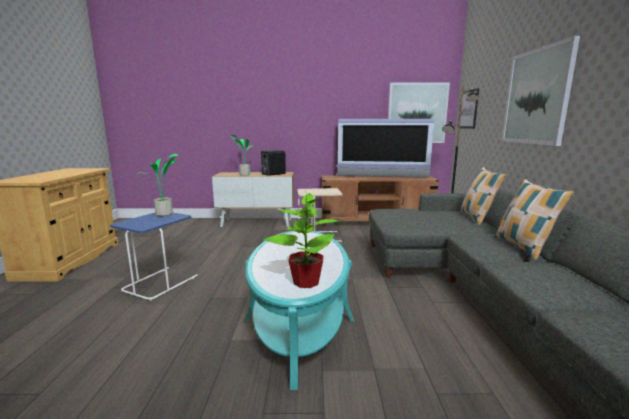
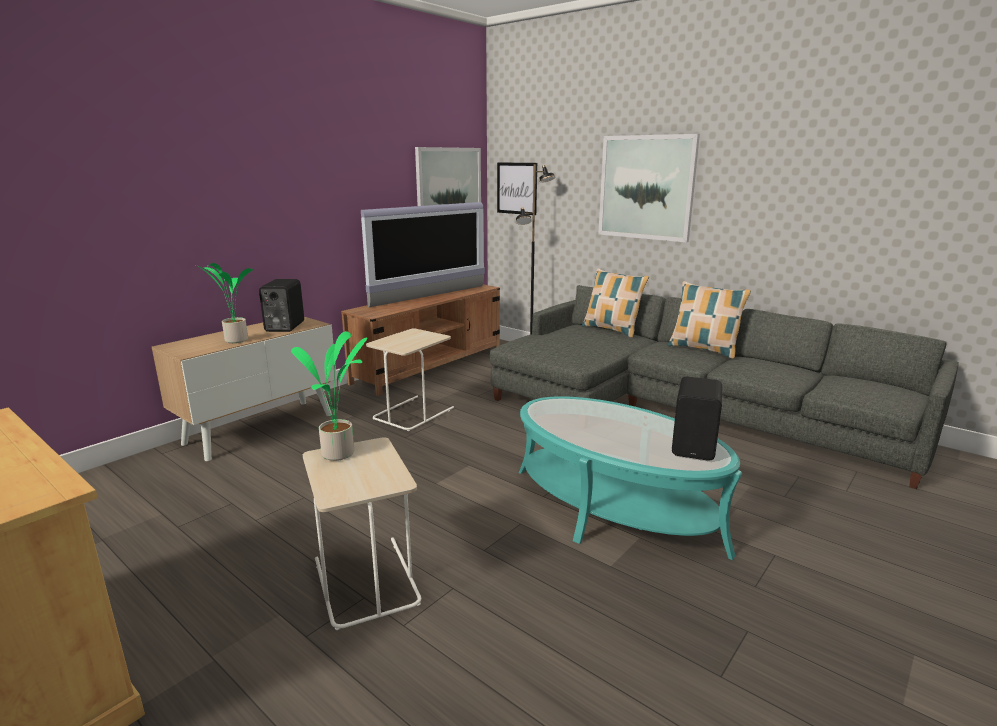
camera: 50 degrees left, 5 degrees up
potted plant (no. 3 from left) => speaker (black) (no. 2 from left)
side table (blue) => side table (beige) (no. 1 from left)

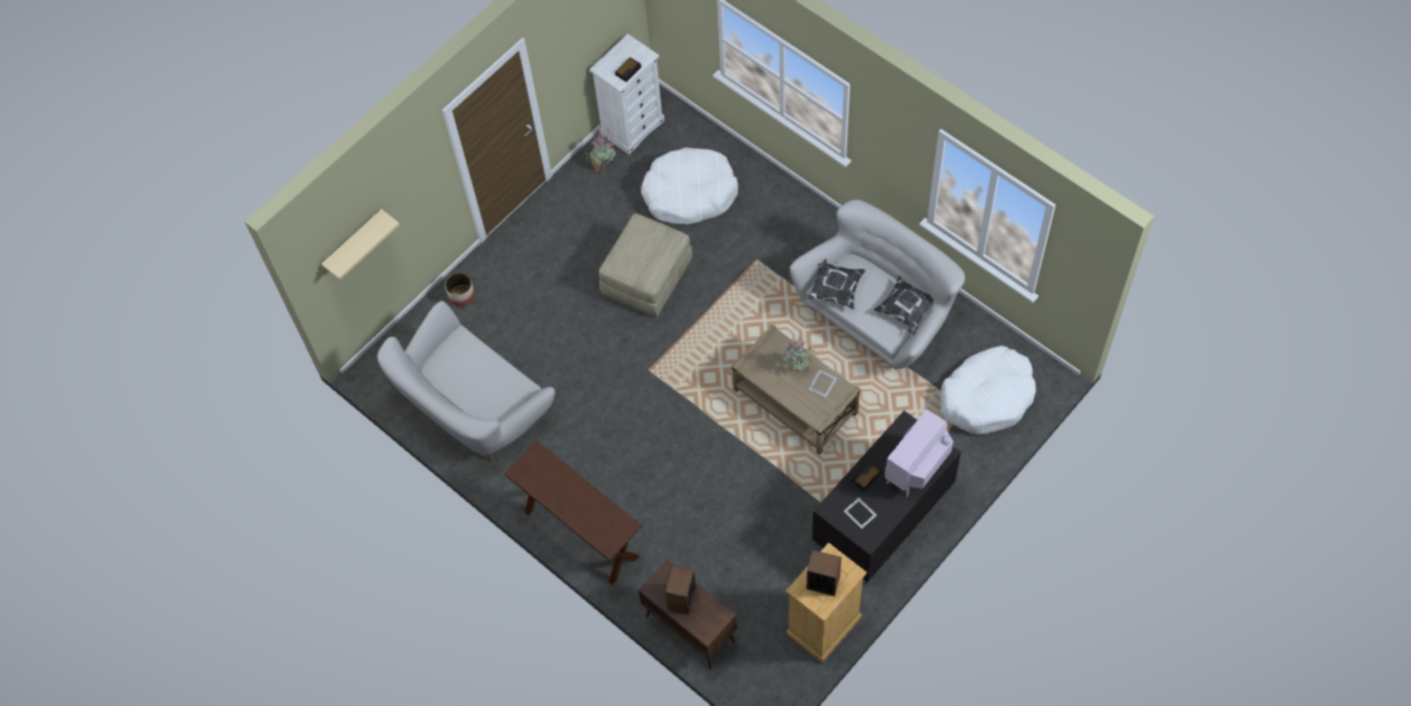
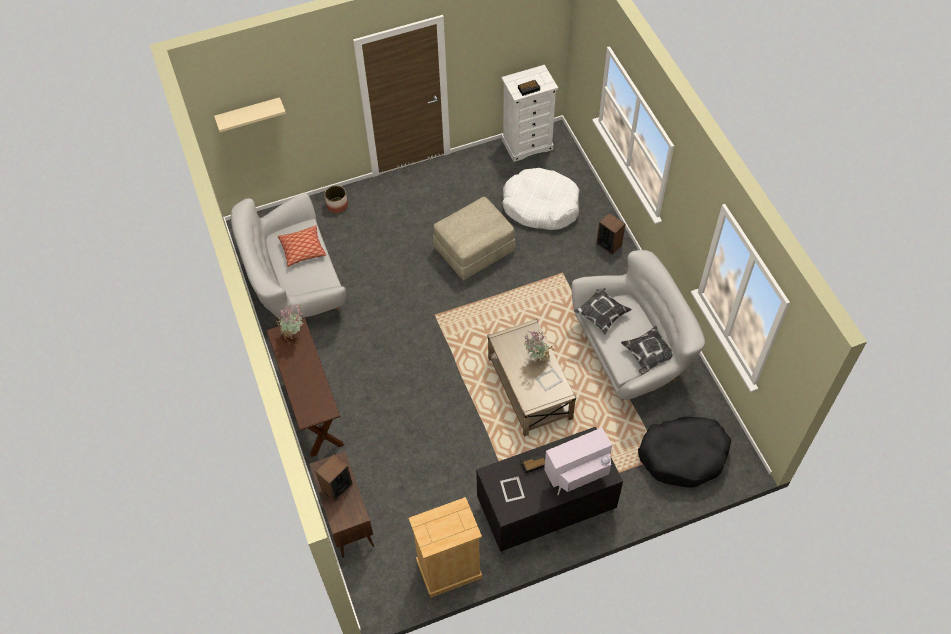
camera: 25 degrees right, 5 degrees down
potted plant (no. 1 from left), relocated
dog bed (white) (no. 2 from left) => dog bed (black)
speaker (no. 2 from left), relocated
nothing => pillow (no. 1 from left)

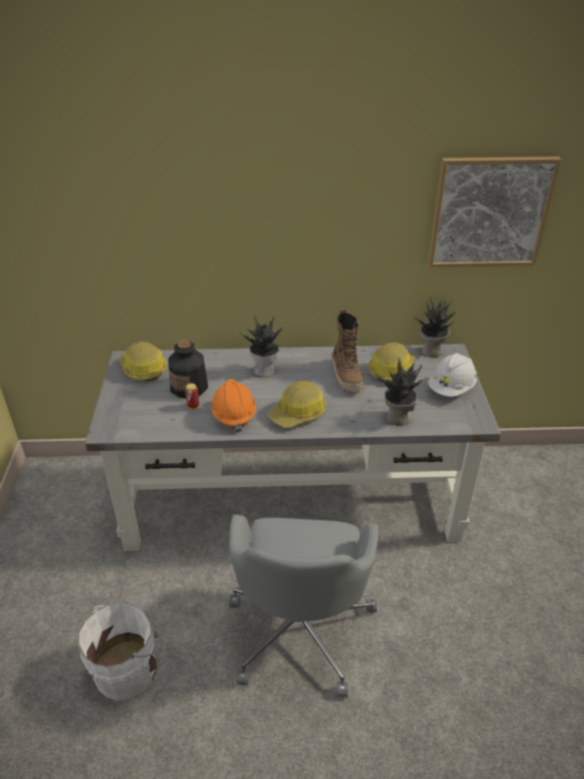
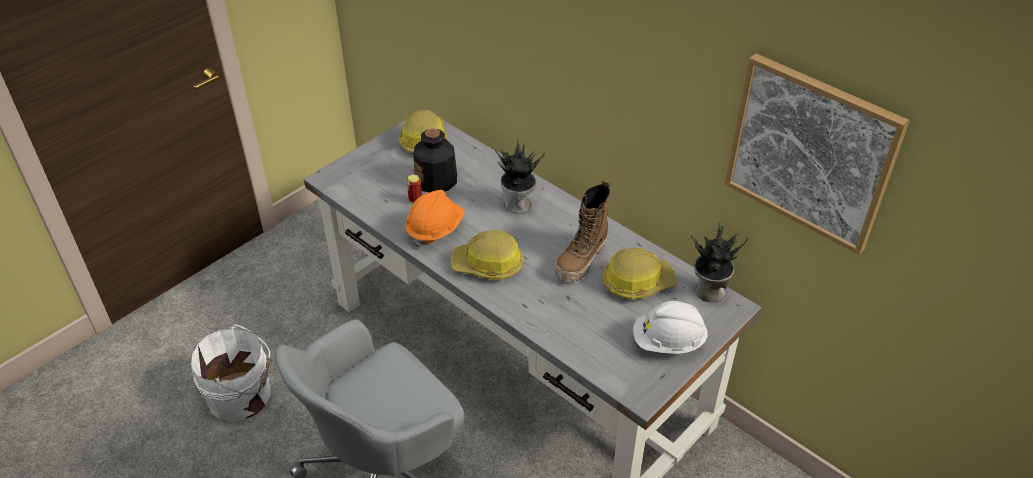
camera: 45 degrees right, 5 degrees up
potted plant (no. 2 from left) => nothing

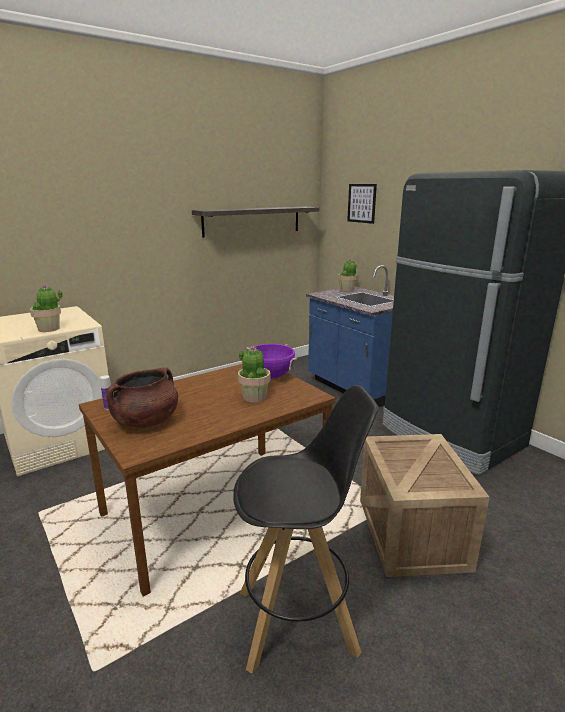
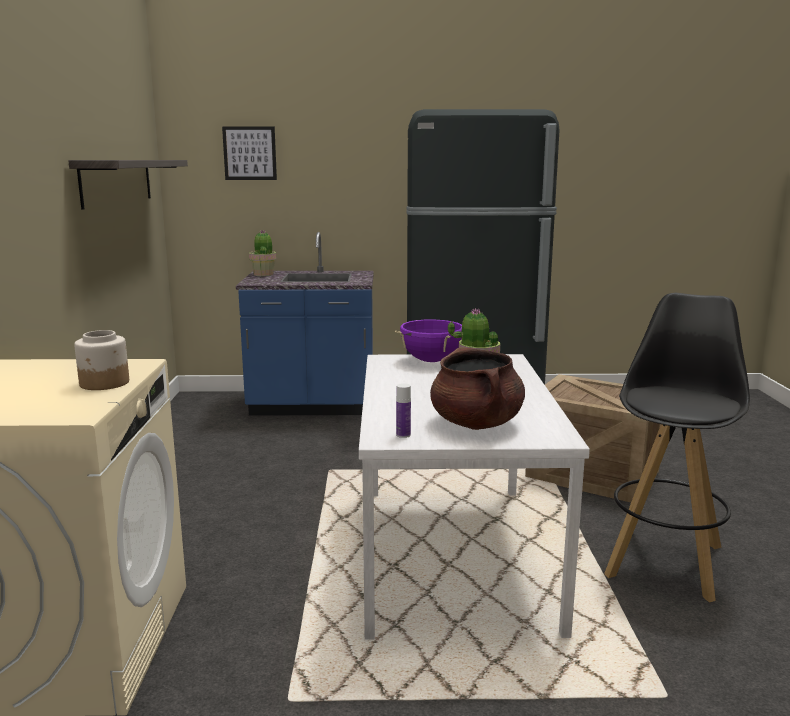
camera: 55 degrees left, 5 degrees down
potted plant (no. 1 from left) => jar
dining table (brown) => dining table (white)

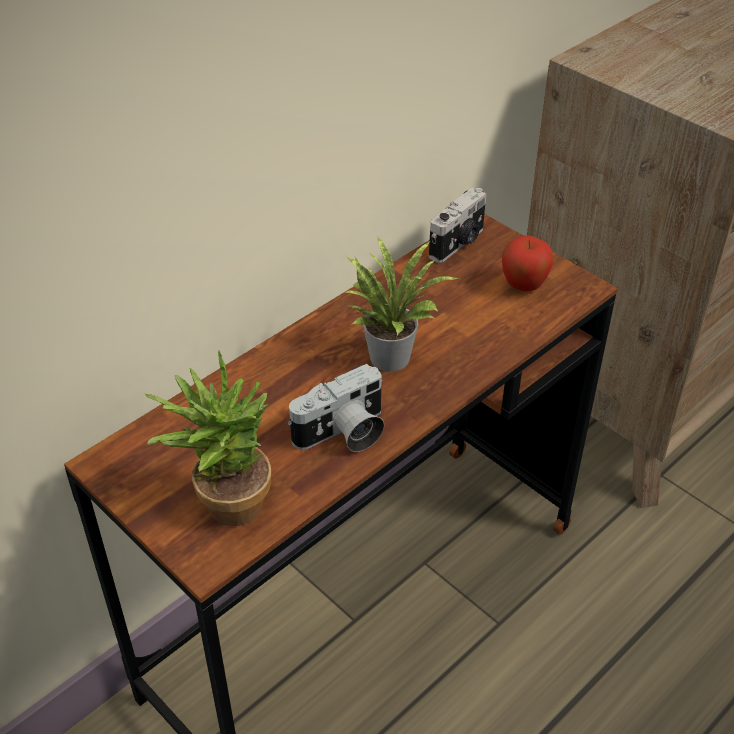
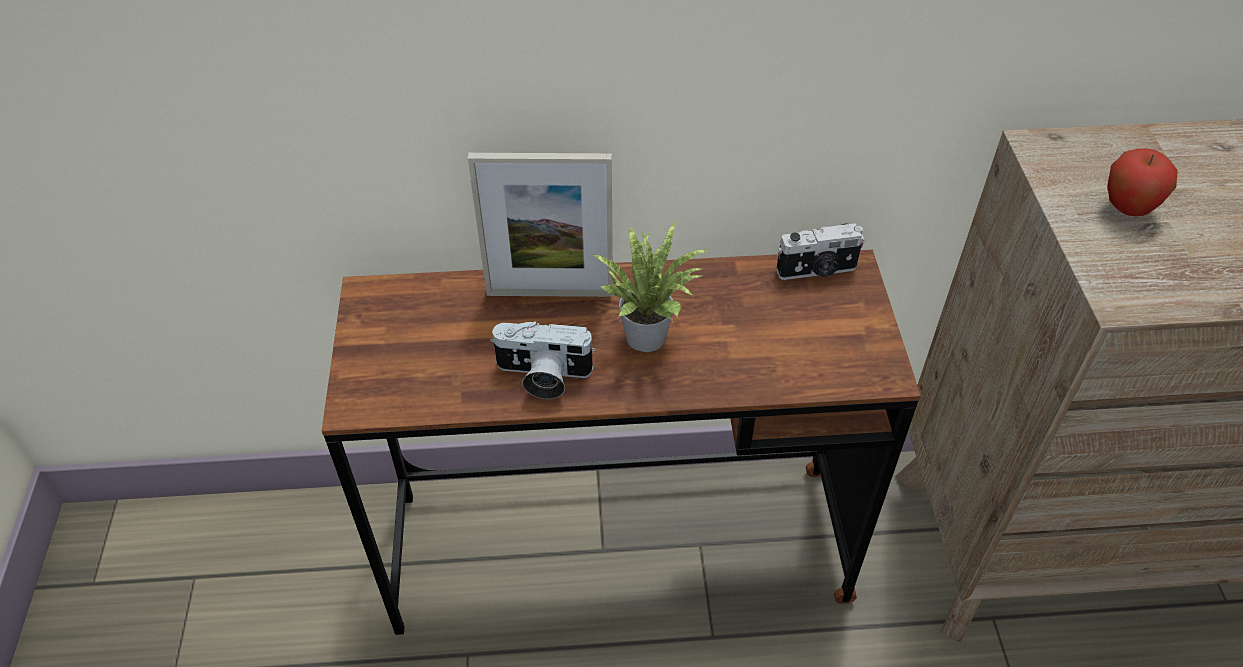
camera: 40 degrees right, 5 degrees up
apple, relocated
potted plant (no. 1 from left) => nothing
nothing => picture frame

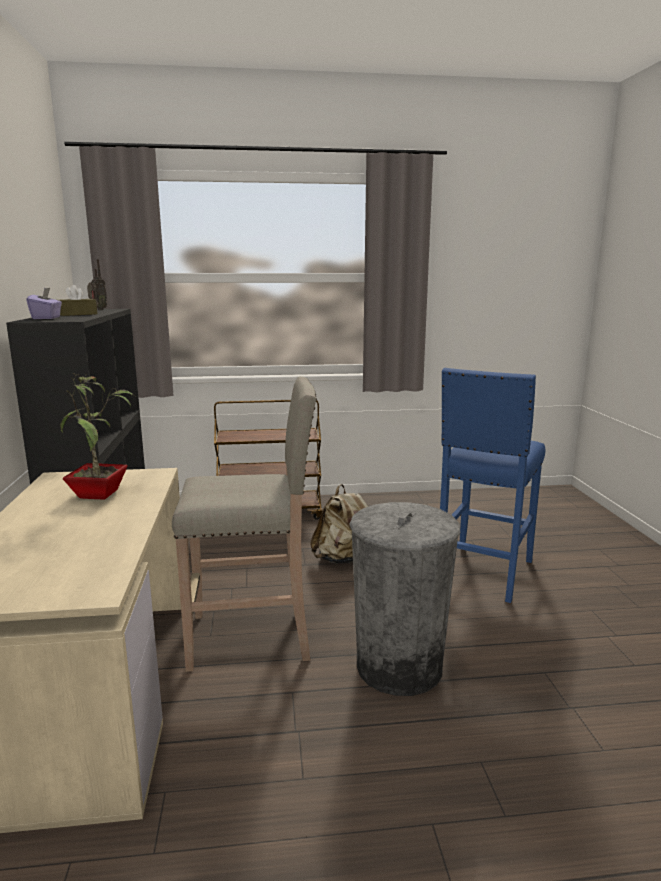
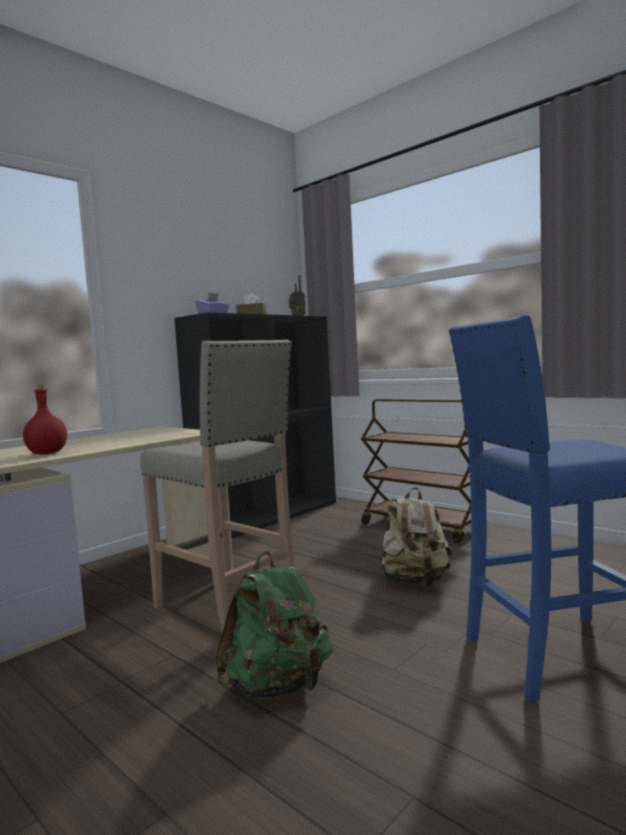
camera: 50 degrees right, 10 degrees down
potted plant => nothing
trash can (grey) => backpack (green)
nothing => bottle (red)

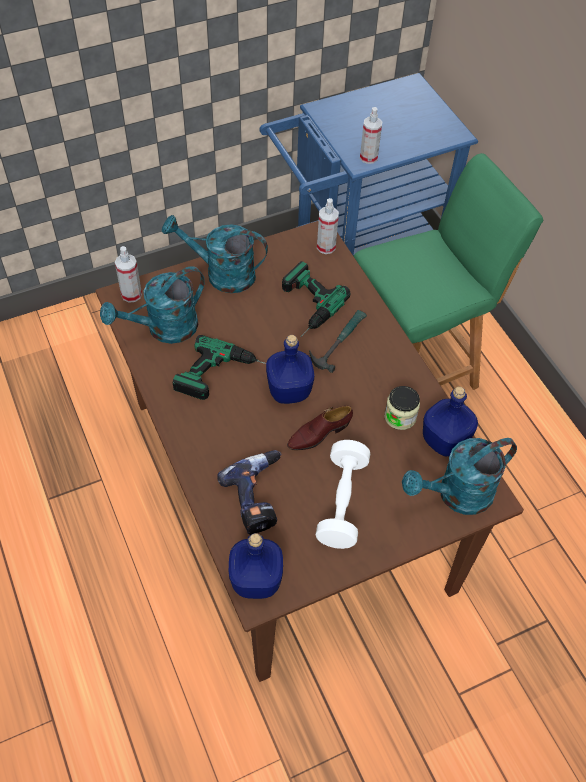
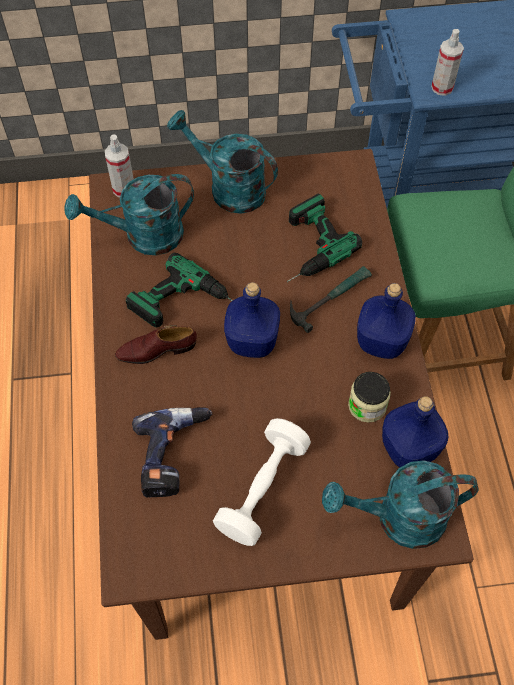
camera: 20 degrees right, 5 degrees up
spray bottle (no. 2 from left) => nothing
shoe (brown), relocated
bottle (blue) (no. 1 from left in the first image) => bottle (blue) (no. 2 from left), relocated

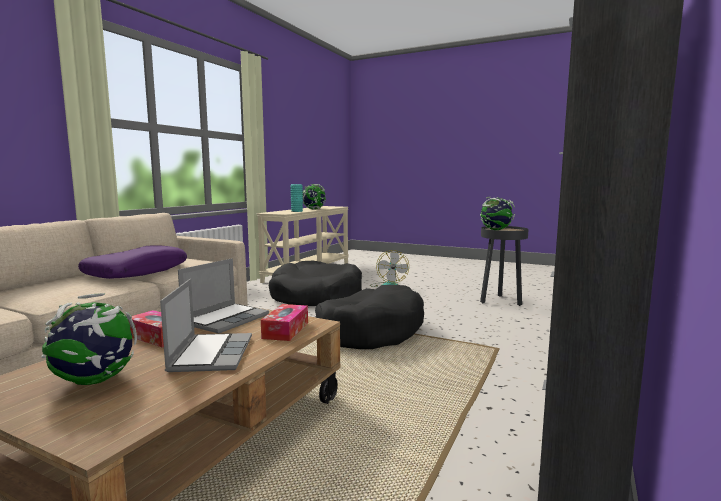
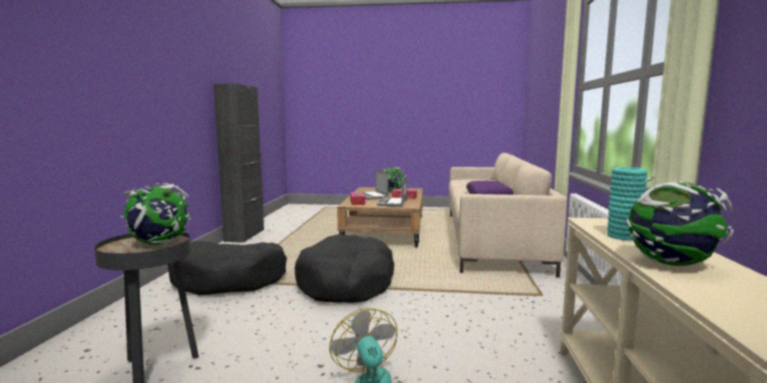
camera: 160 degrees right, 0 degrees up
dog bed (black) (no. 1 from left), relocated

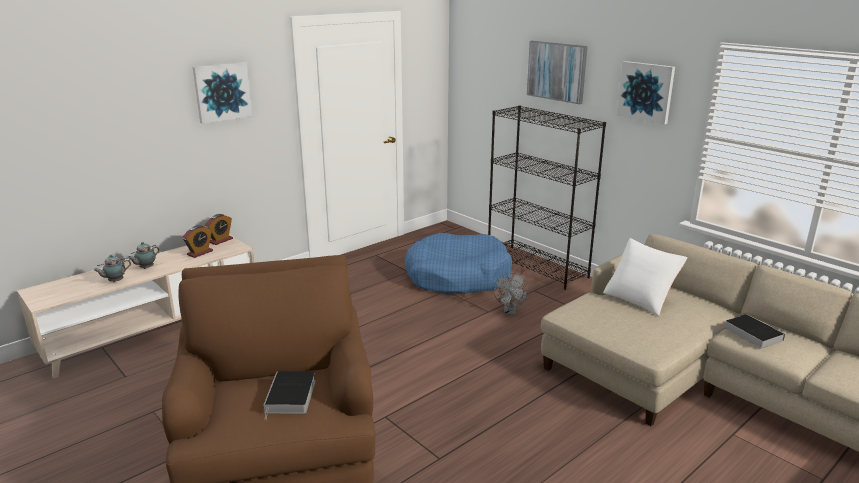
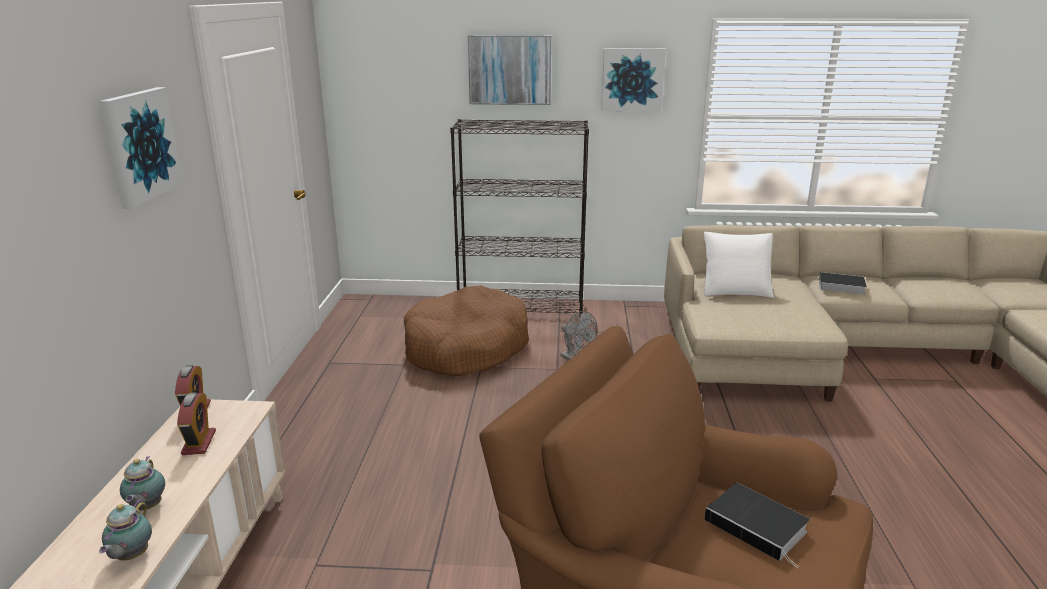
camera: 45 degrees left, 0 degrees up
dog bed (blue) => dog bed (brown)

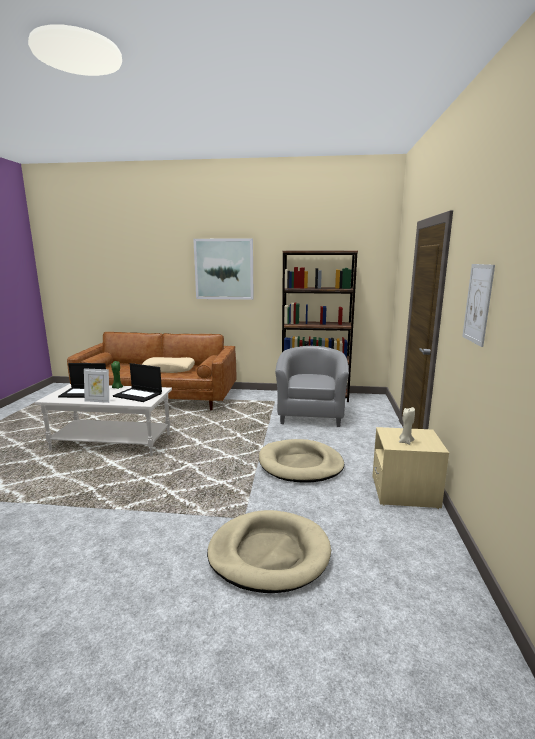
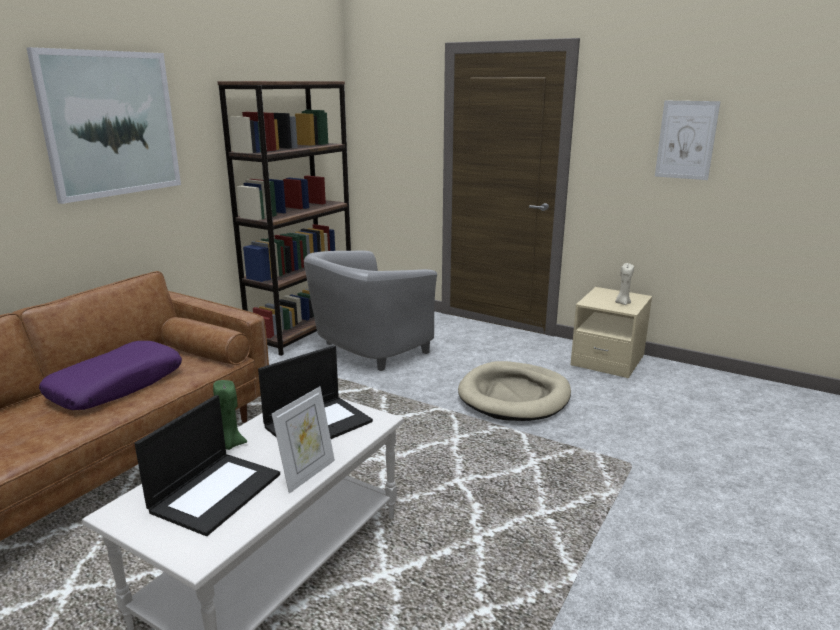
camera: 65 degrees left, 5 degrees up
armchair (grey), 75 degrees counterclockwise
pillow (beige) => pillow (purple)
dog bed (beige) (no. 1 from left) => nothing

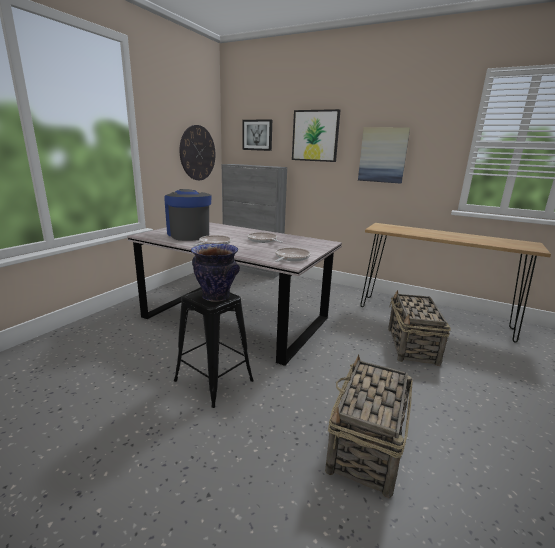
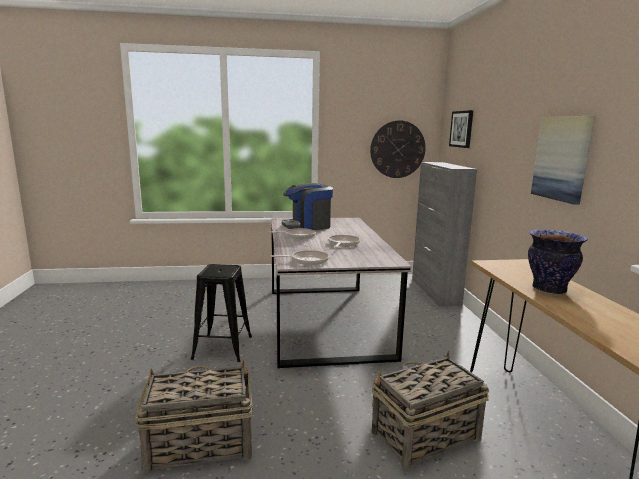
camera: 55 degrees right, 5 degrees down
picture (no. 2 from left) => nothing
coffee machine, 135 degrees counterclockwise
vase, relocated

